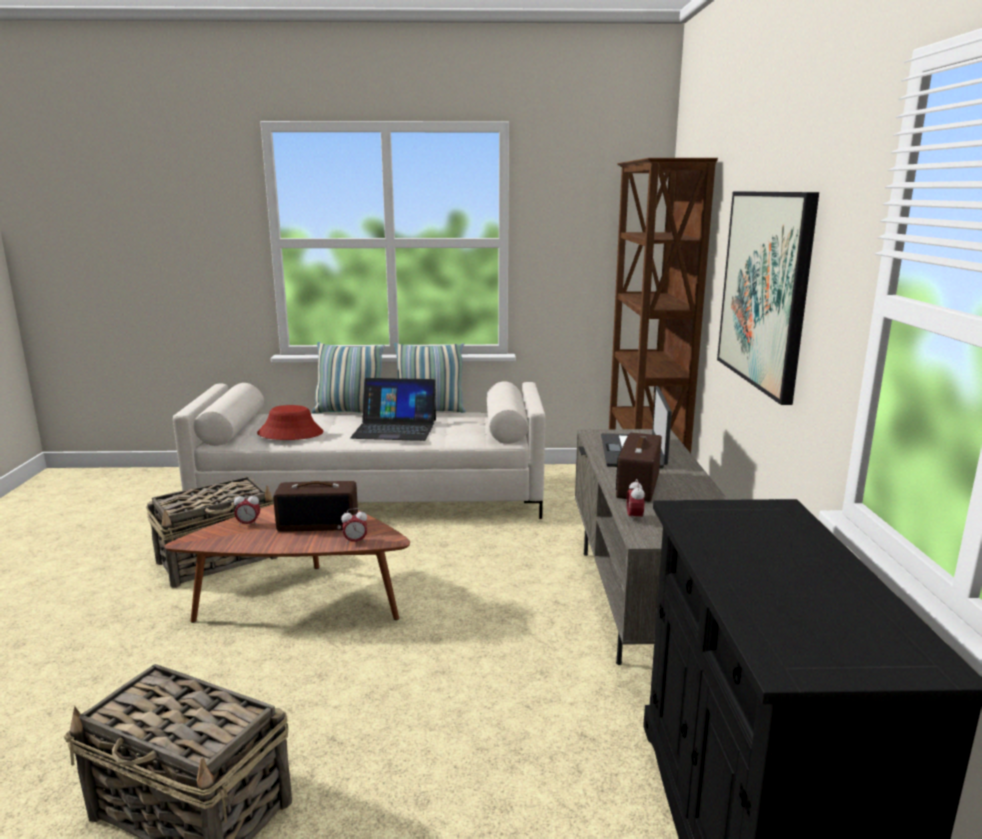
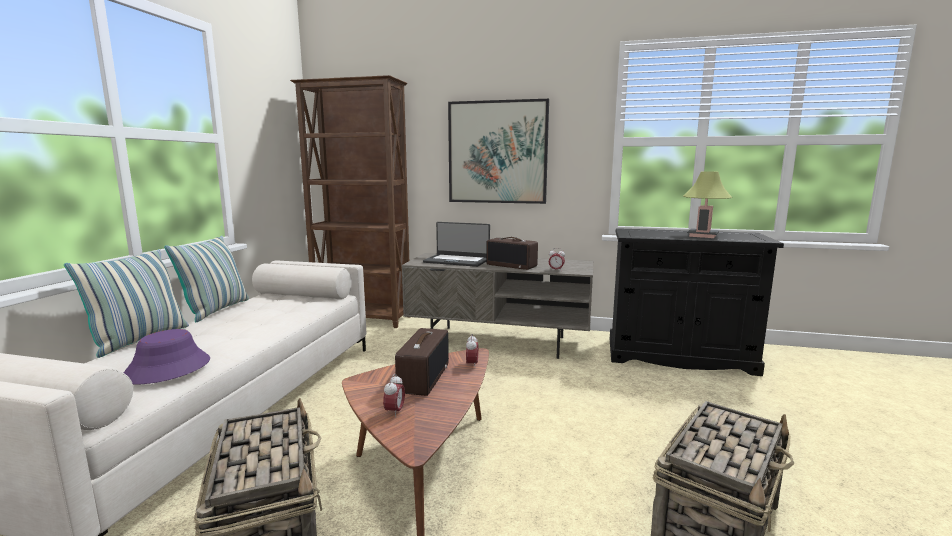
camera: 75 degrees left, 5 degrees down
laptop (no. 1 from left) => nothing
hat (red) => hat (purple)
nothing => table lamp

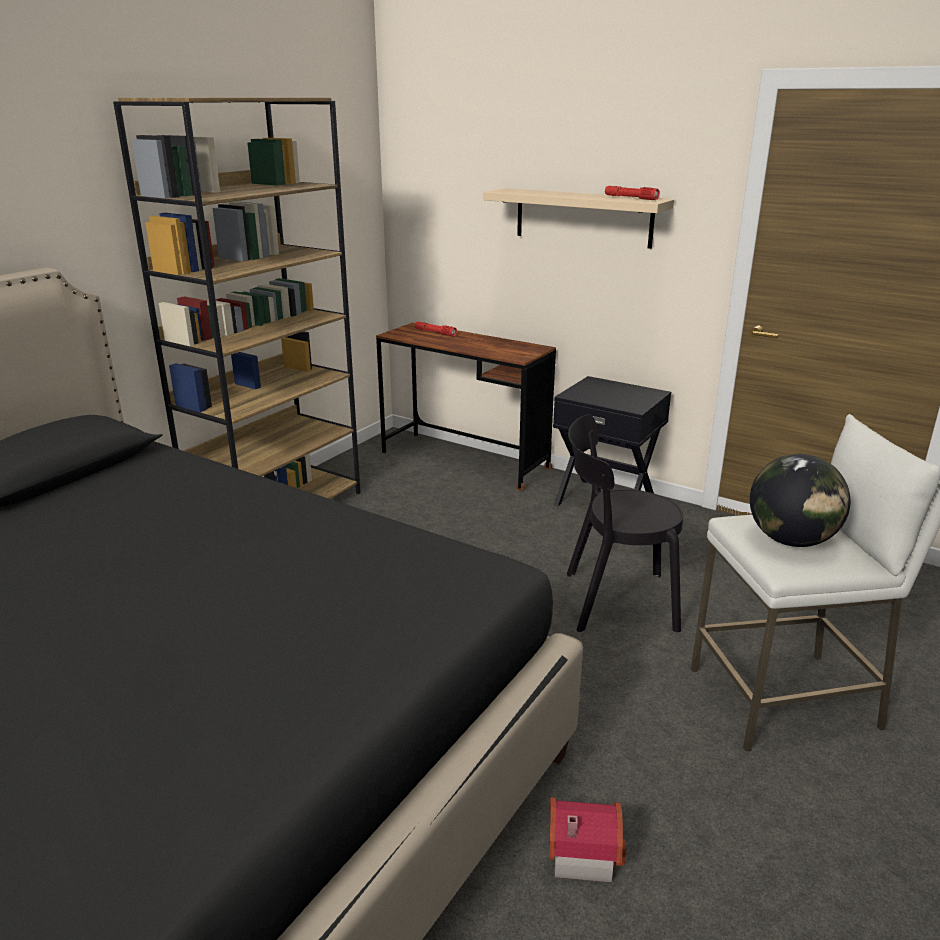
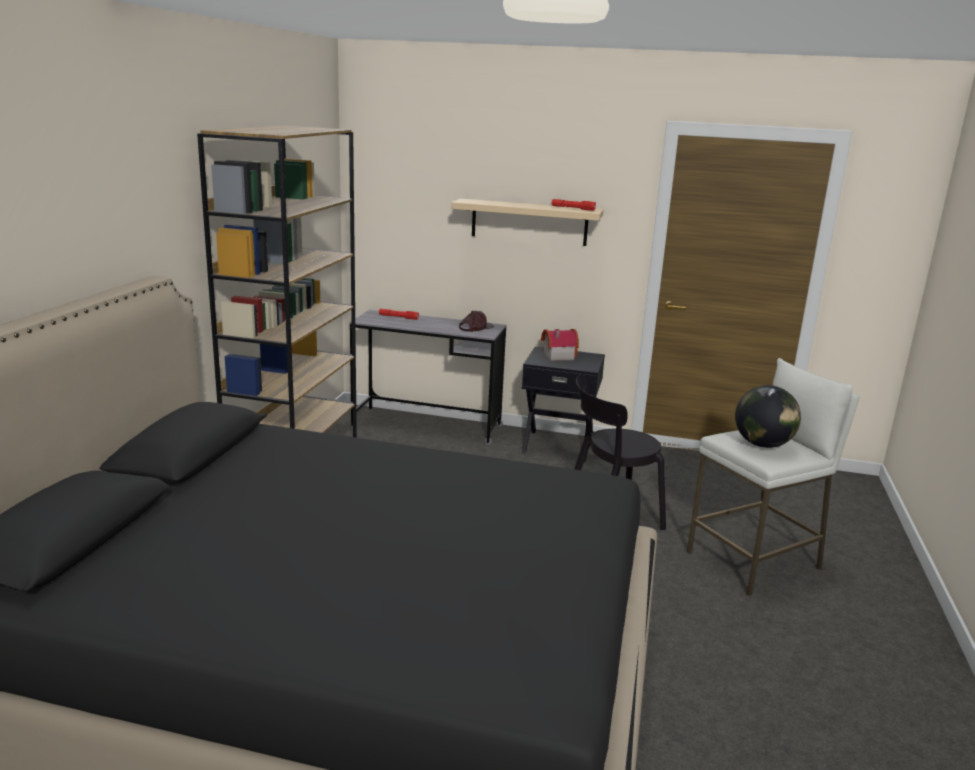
camera: 20 degrees left, 5 degrees down
desk (brown) => desk (grey)
toy house, relocated
nothing => cap (brown)

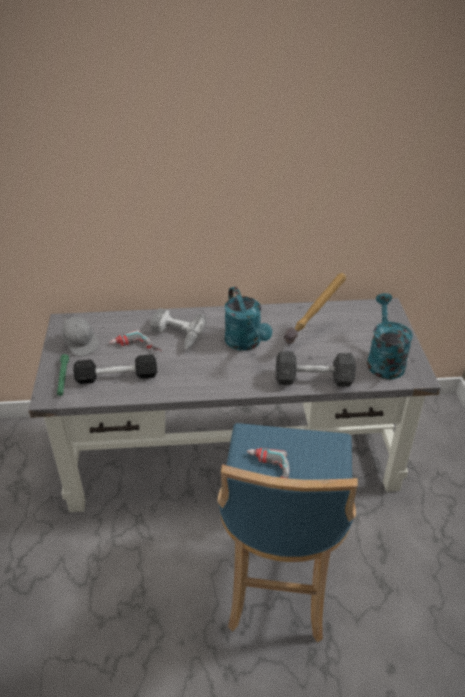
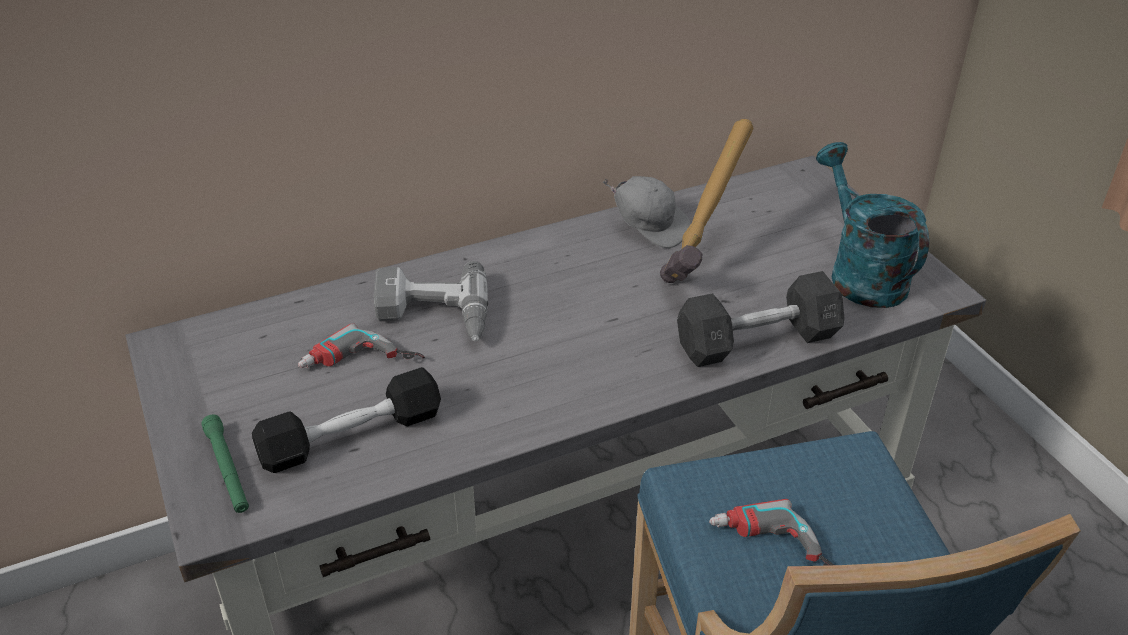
camera: 20 degrees left, 0 degrees up
watering can (turquoise) (no. 1 from left) => nothing
cap (grey), relocated

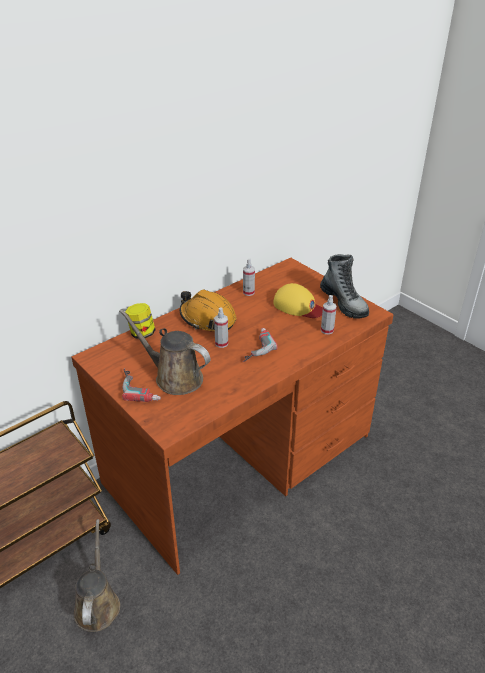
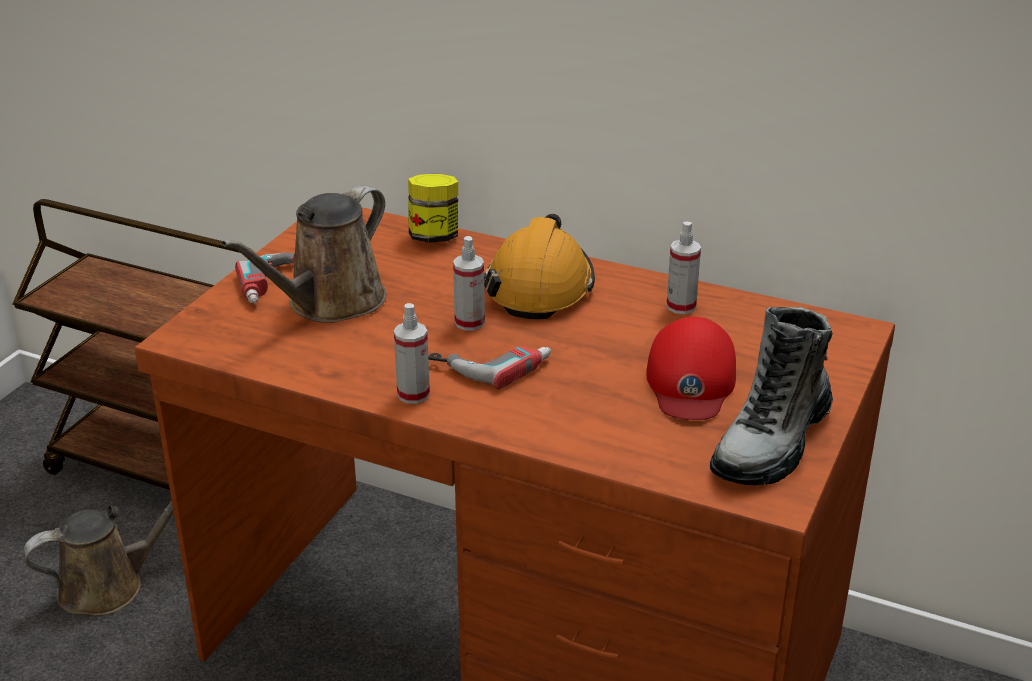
camera: 65 degrees right, 5 degrees down
cap (yellow) => cap (red)
spray bottle (no. 3 from left in the first image) => spray bottle (no. 1 from left), relocated
watering can (brown) (no. 2 from left), 150 degrees counterclockwise

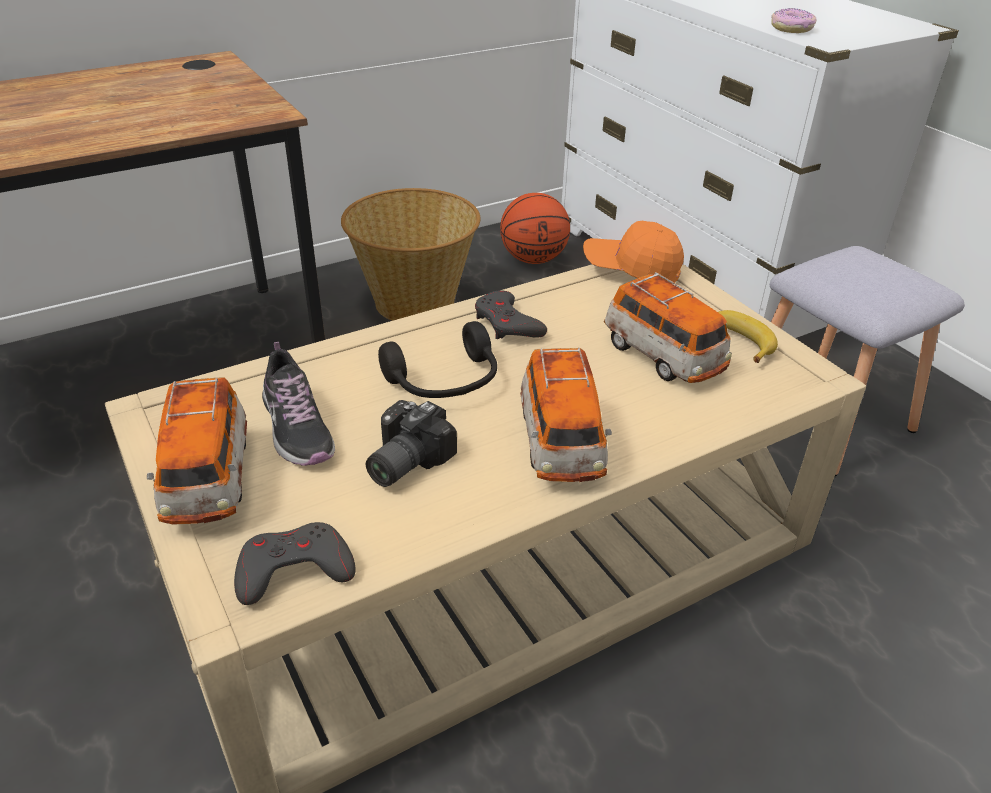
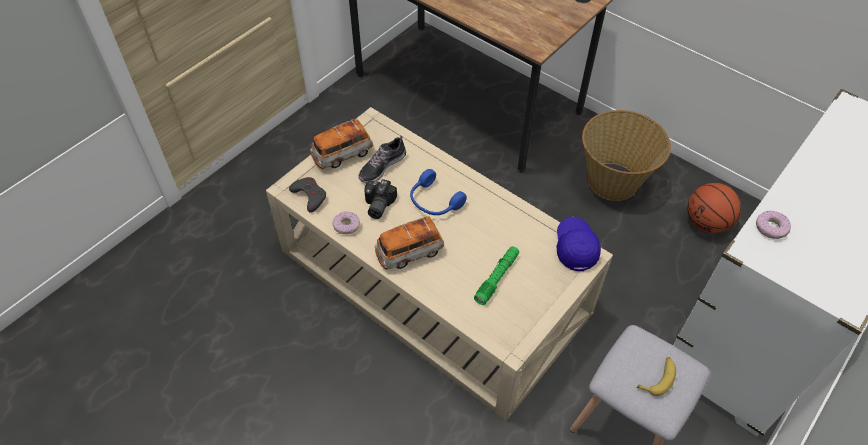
camera: 70 degrees right, 15 degrees up
cap (orange) => cap (blue)
toy car (no. 3 from left) => flashlight (green)
game controller (grey) (no. 2 from left) => nothing
banana, relocated
headphones (black) => headphones (blue)
photo camera, 90 degrees counterclockwise
nothing => donut (no. 1 from left)

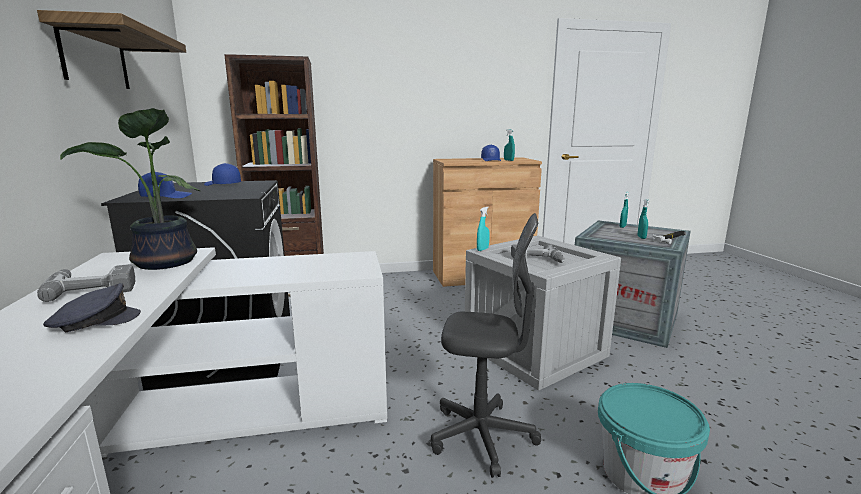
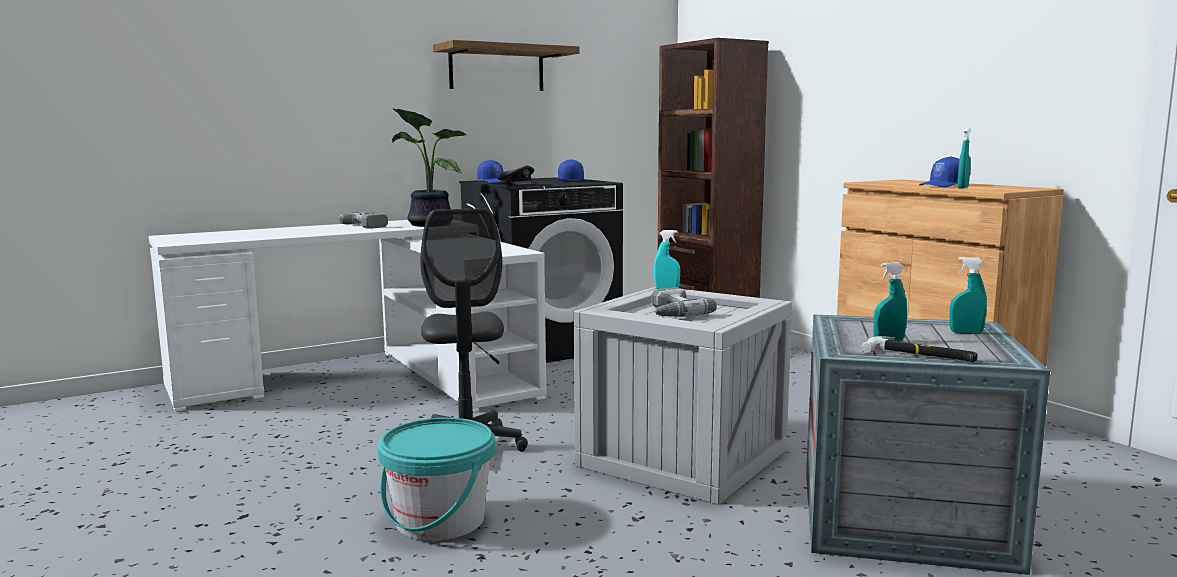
camera: 70 degrees right, 5 degrees down
cap (grey), relocated

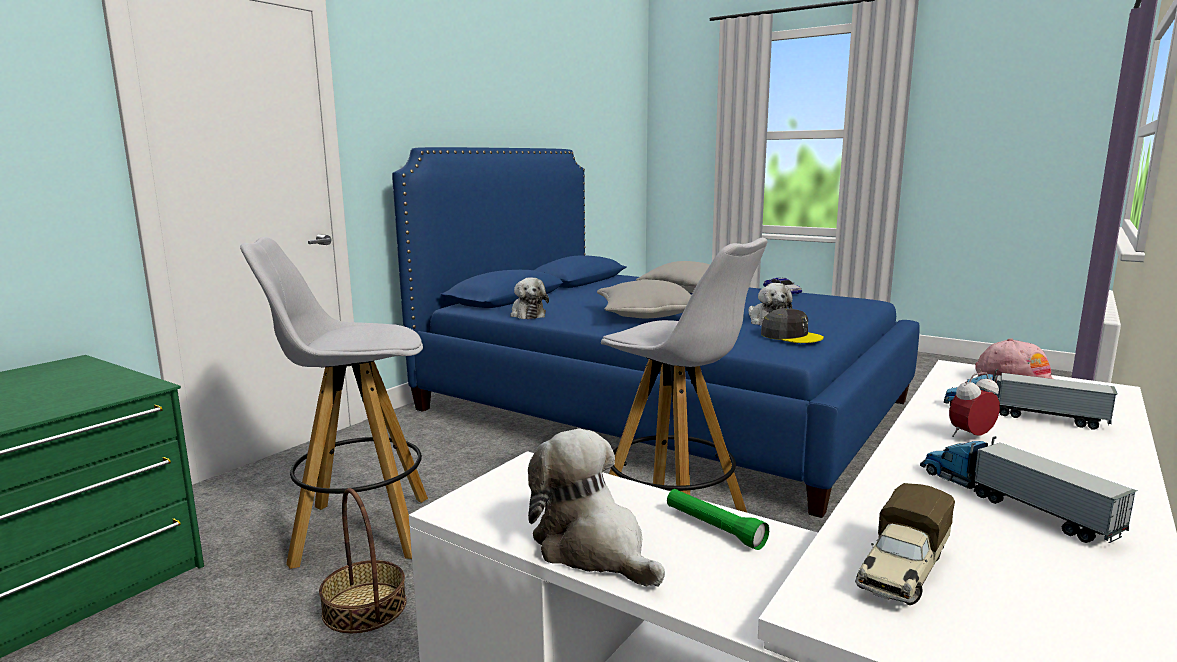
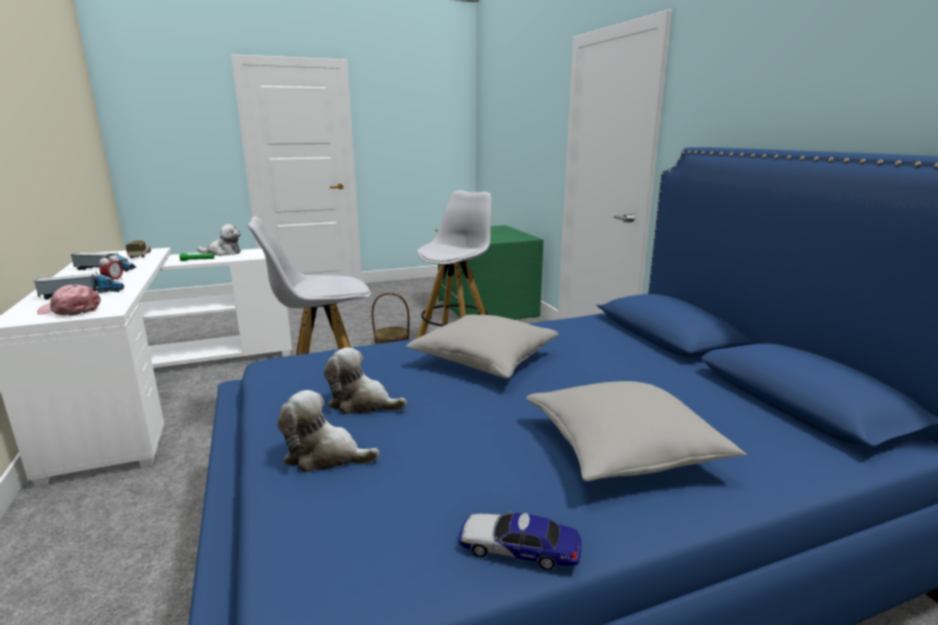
camera: 125 degrees right, 5 degrees up
plush toy (no. 1 from left in the first image) => plush toy (no. 2 from left), relocated
cap (grey) => nothing

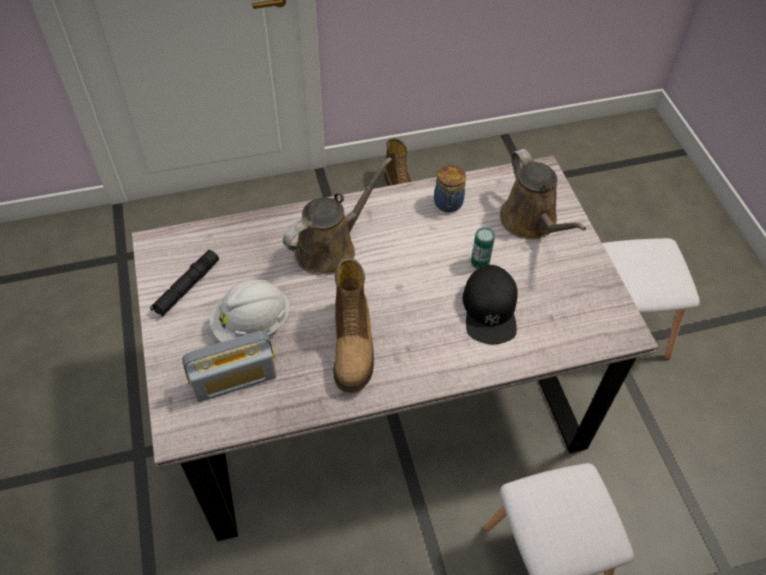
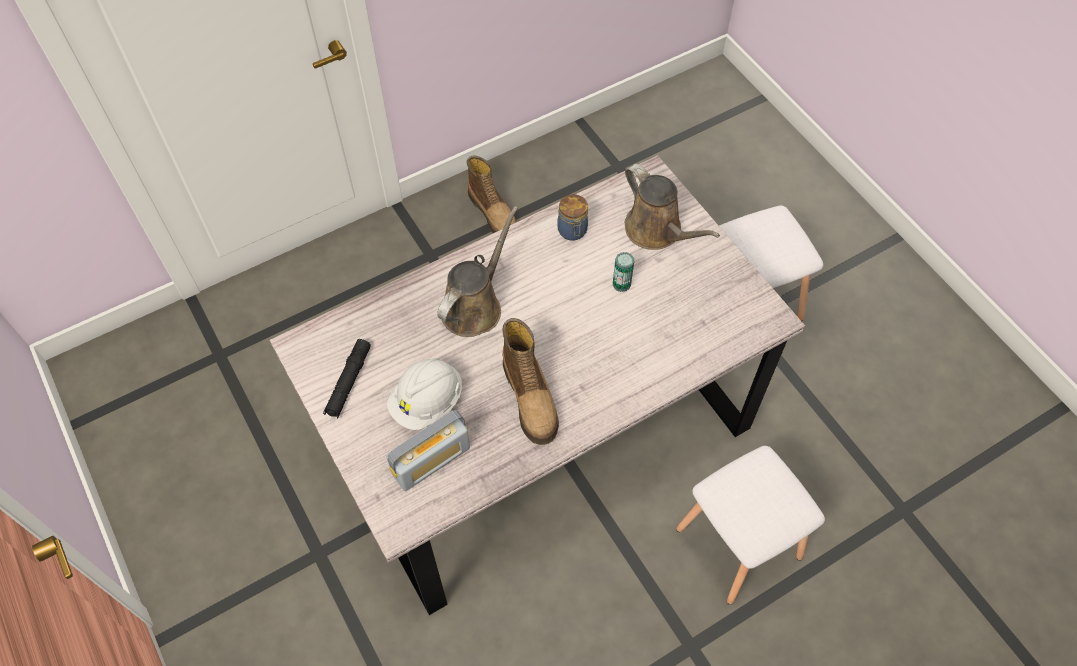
camera: 15 degrees left, 5 degrees up
cap (black) => nothing

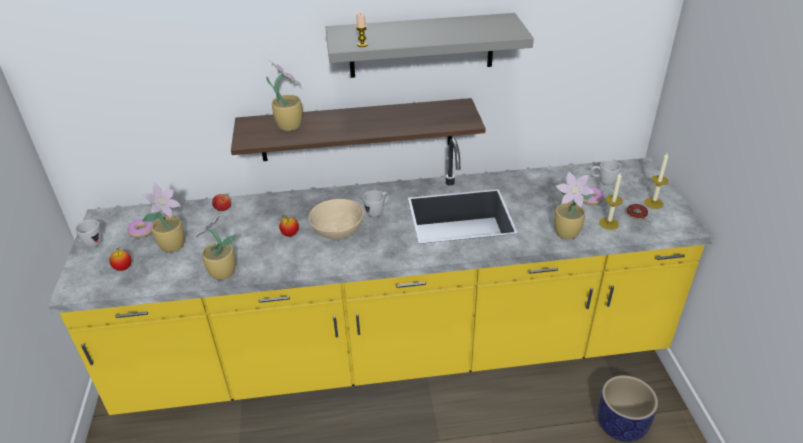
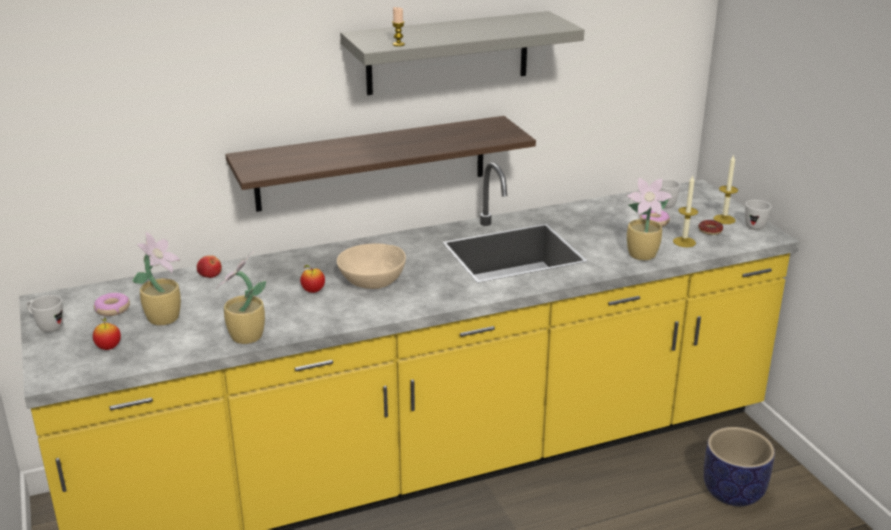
camera: 15 degrees left, 10 degrees down
potted plant (no. 3 from left) => nothing
mug (white) (no. 2 from left in the first image) => mug (white) (no. 3 from left), relocated

